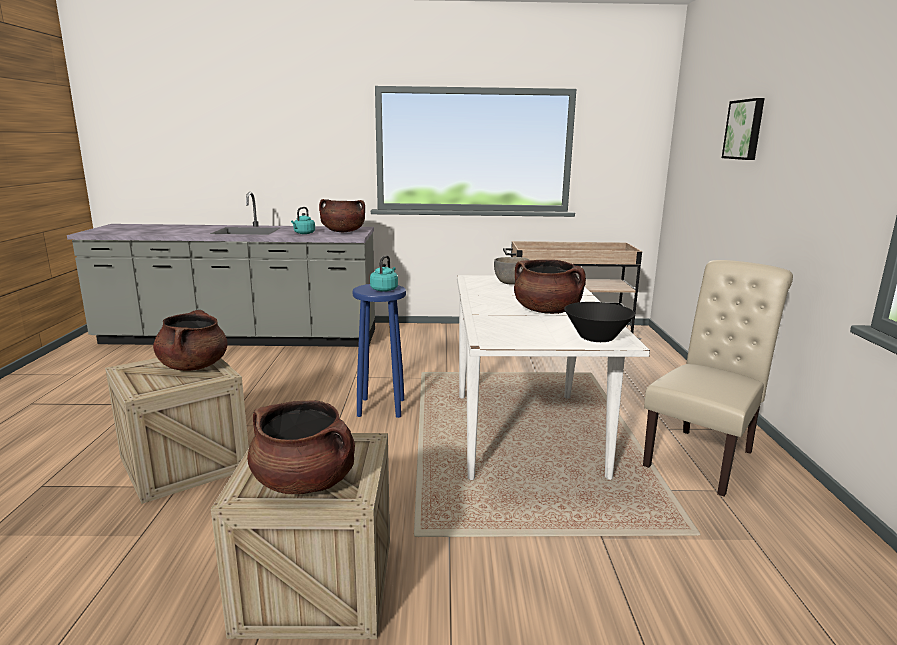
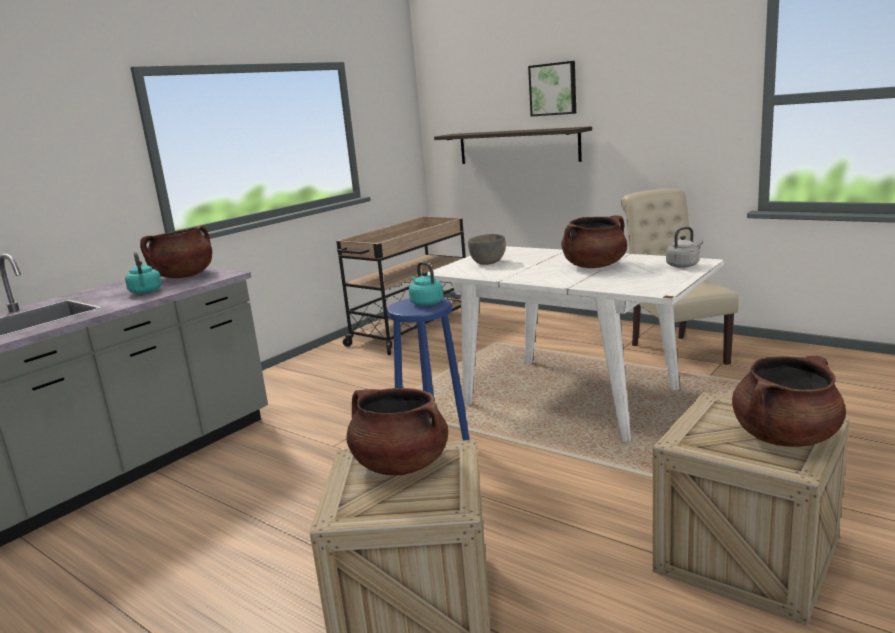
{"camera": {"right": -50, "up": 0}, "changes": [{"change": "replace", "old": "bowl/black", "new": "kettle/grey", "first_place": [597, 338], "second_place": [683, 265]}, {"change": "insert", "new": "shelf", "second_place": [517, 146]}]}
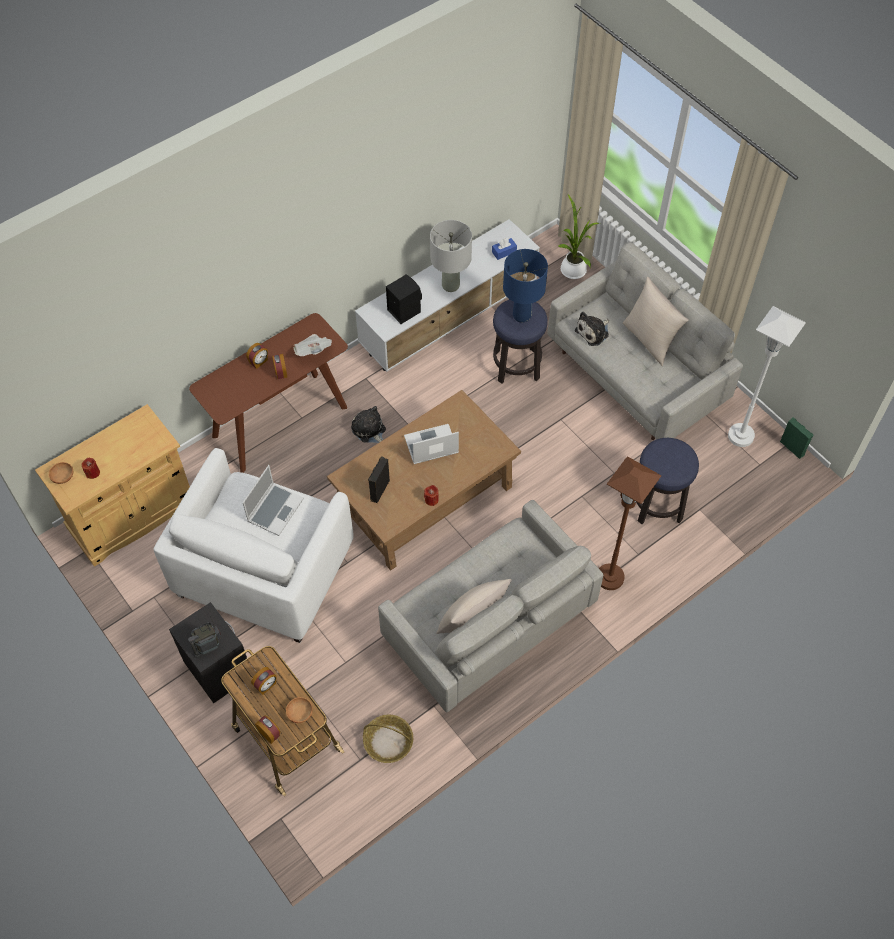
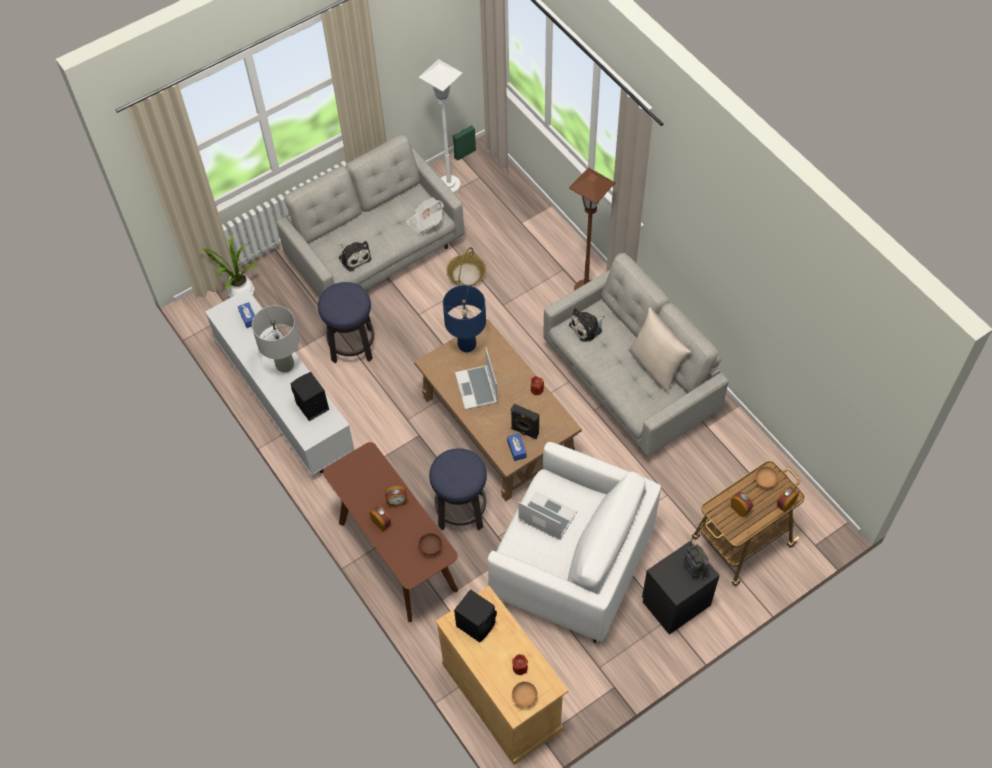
{"camera": {"right": -85, "up": 0}, "changes": [{"change": "move", "old": "newspaper", "first_place": [313, 351], "second_place": [425, 222]}, {"change": "move", "old": "plush toy", "first_place": [369, 430], "second_place": [587, 327]}, {"change": "move", "old": "basket", "first_place": [388, 742], "second_place": [466, 275]}, {"change": "move", "old": "table lamp/blue", "first_place": [521, 315], "second_place": [467, 345]}, {"change": "delete", "old": "pillow/beige", "first_place": [650, 340]}, {"change": "move", "old": "stool", "first_place": [657, 504], "second_place": [461, 510]}, {"change": "insert", "new": "bowl/brown", "second_place": [431, 547]}, {"change": "insert", "new": "speaker/black", "second_place": [477, 623]}, {"change": "insert", "new": "tissue box/blue", "second_place": [516, 449]}]}
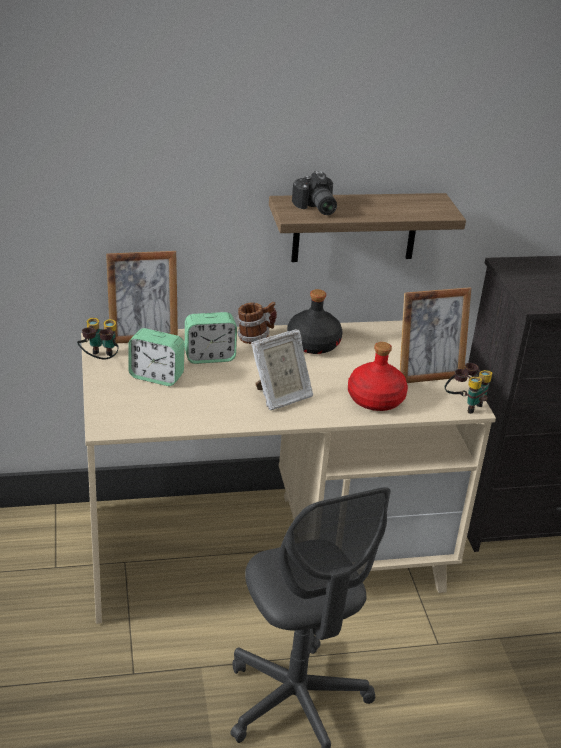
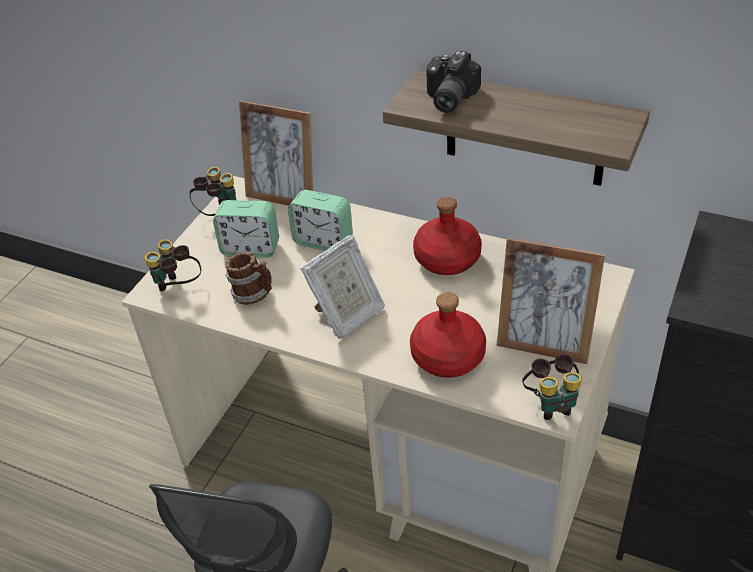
{"camera": {"right": 40, "up": 10}, "changes": [{"change": "rotate", "old": "alarm clock", "first_place": [156, 376], "second_place": [251, 248], "degrees": -45}, {"change": "move", "old": "mug", "first_place": [255, 338], "second_place": [254, 295]}, {"change": "rotate", "old": "picture frame", "first_place": [280, 396], "second_place": [347, 315], "degrees": -45}, {"change": "recolor", "old": "bottle/black", "new": "bottle/red", "first_place": [312, 344], "second_place": [446, 258]}, {"change": "insert", "new": "binoculars", "second_place": [178, 288]}]}
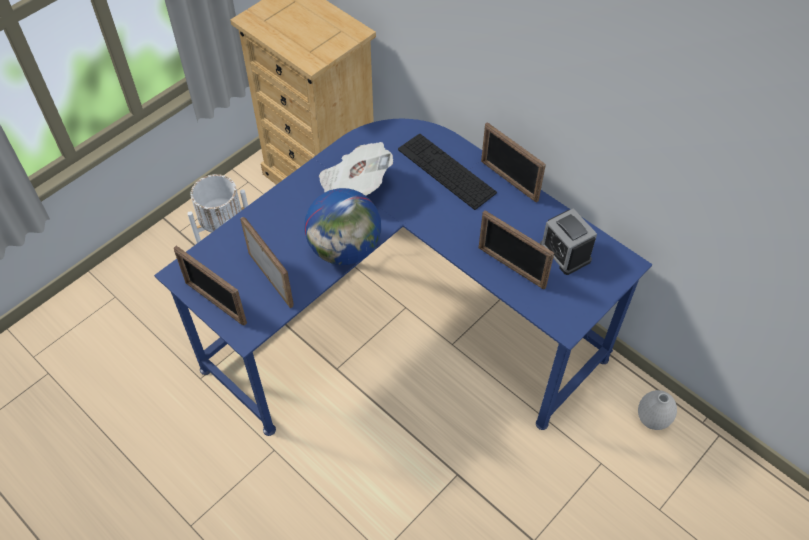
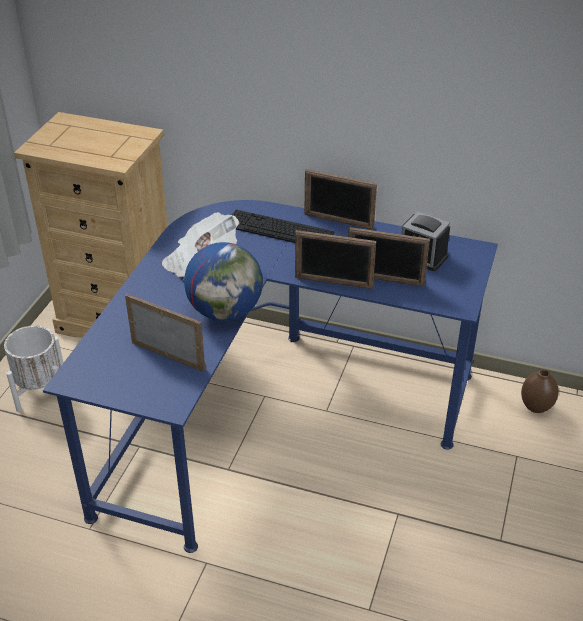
{"camera": {"right": -25, "up": -15}, "changes": [{"change": "move", "old": "picture frame", "first_place": [215, 303], "second_place": [333, 282]}, {"change": "recolor", "old": "vase/white", "new": "vase/brown", "first_place": [652, 420], "second_place": [536, 407]}]}
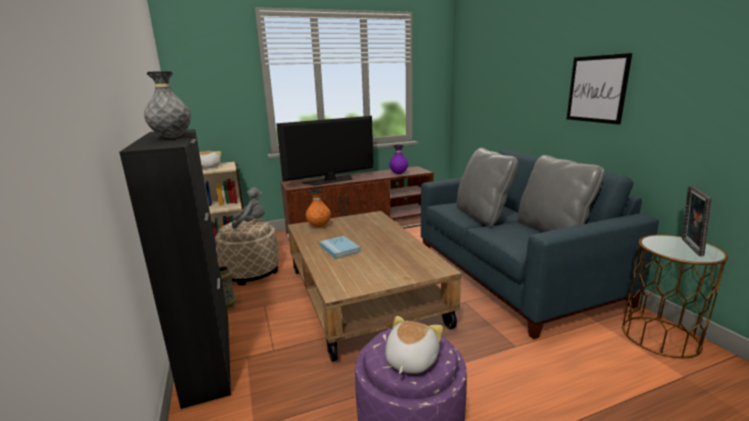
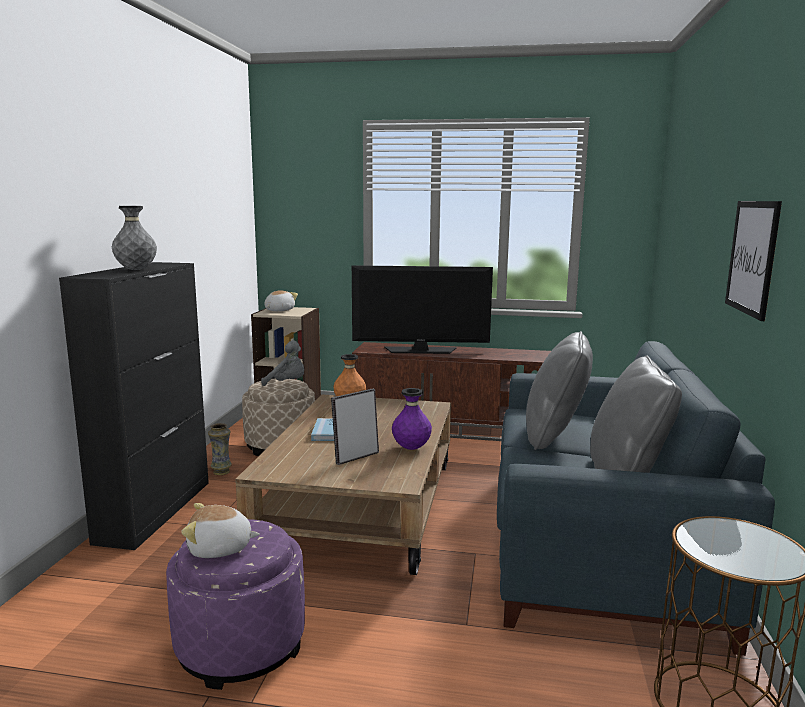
{"camera": {"right": 30, "up": -5}, "changes": [{"change": "rotate", "old": "plush toy", "first_place": [410, 360], "second_place": [220, 549], "degrees": -150}, {"change": "move", "old": "vase/purple", "first_place": [398, 174], "second_place": [411, 448]}, {"change": "move", "old": "picture frame", "first_place": [689, 247], "second_place": [355, 457]}]}
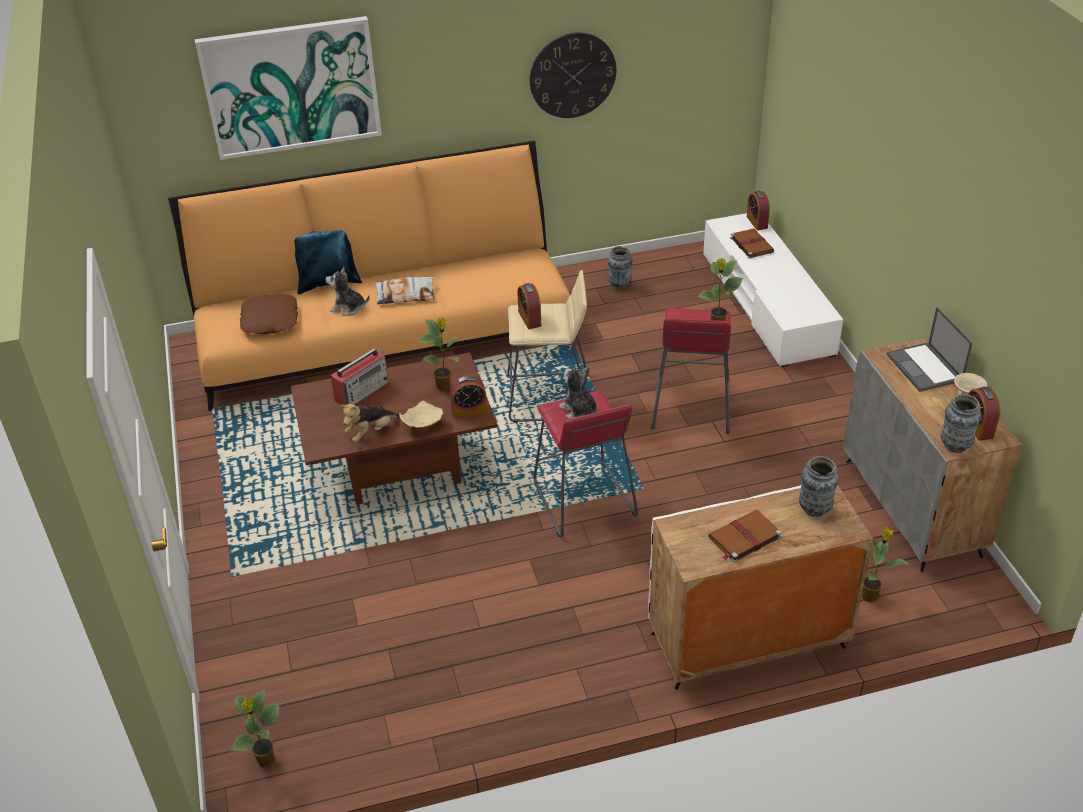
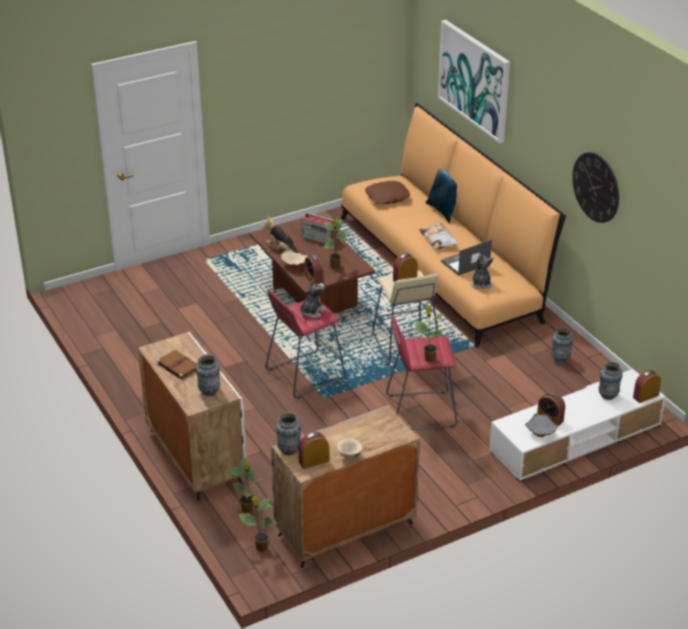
{"camera": {"right": 75, "up": -5}, "changes": [{"change": "move", "old": "potted plant", "first_place": [266, 761], "second_place": [260, 548]}, {"change": "move", "old": "plush toy", "first_place": [348, 308], "second_place": [481, 284]}, {"change": "replace", "old": "book/brown", "new": "vase", "first_place": [751, 244], "second_place": [608, 396]}, {"change": "move", "old": "laptop", "first_place": [925, 368], "second_place": [465, 263]}, {"change": "insert", "new": "bowl/grey", "second_place": [541, 433]}, {"change": "insert", "new": "alarm clock", "second_place": [550, 418]}]}
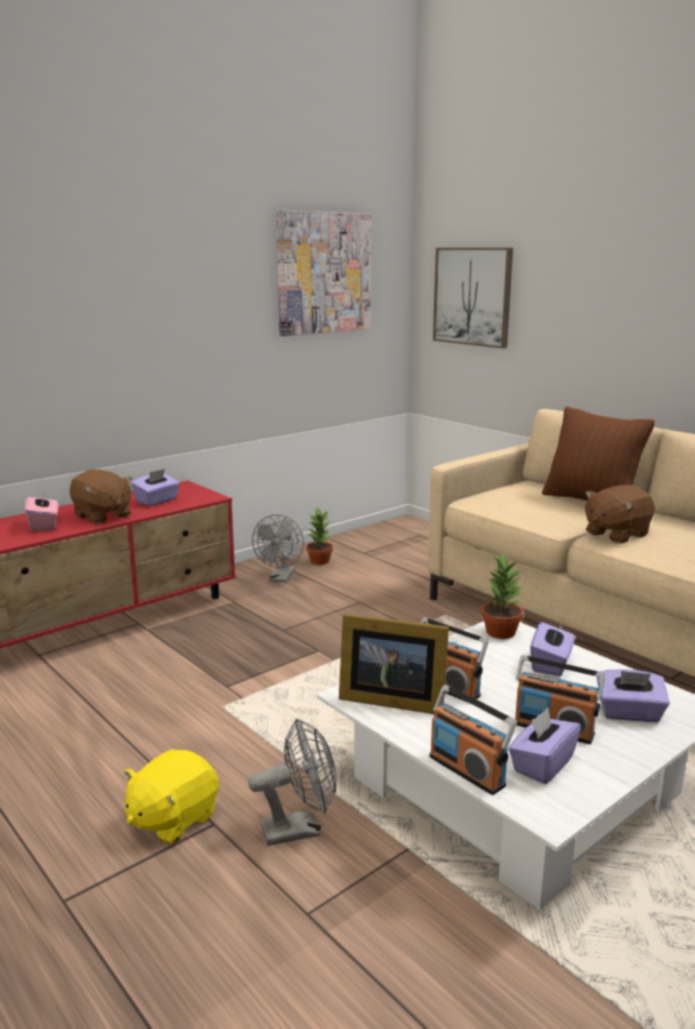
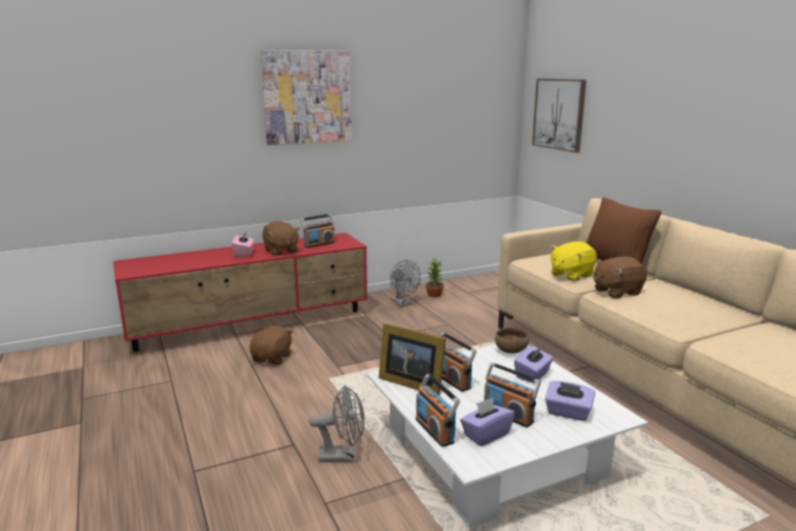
{"camera": {"right": 15, "up": 0}, "changes": [{"change": "move", "old": "plush toy/yellow", "first_place": [172, 819], "second_place": [571, 275]}, {"change": "replace", "old": "tissue box/purple", "new": "radio", "first_place": [157, 501], "second_place": [319, 244]}, {"change": "rotate", "old": "fan/grey", "first_place": [281, 578], "second_place": [403, 303], "degrees": -60}, {"change": "move", "old": "picture", "first_place": [324, 273], "second_place": [307, 97]}, {"change": "replace", "old": "potted plant", "new": "bowl/brown", "first_place": [500, 632], "second_place": [510, 350]}, {"change": "insert", "new": "plush toy/brown", "second_place": [272, 358]}]}
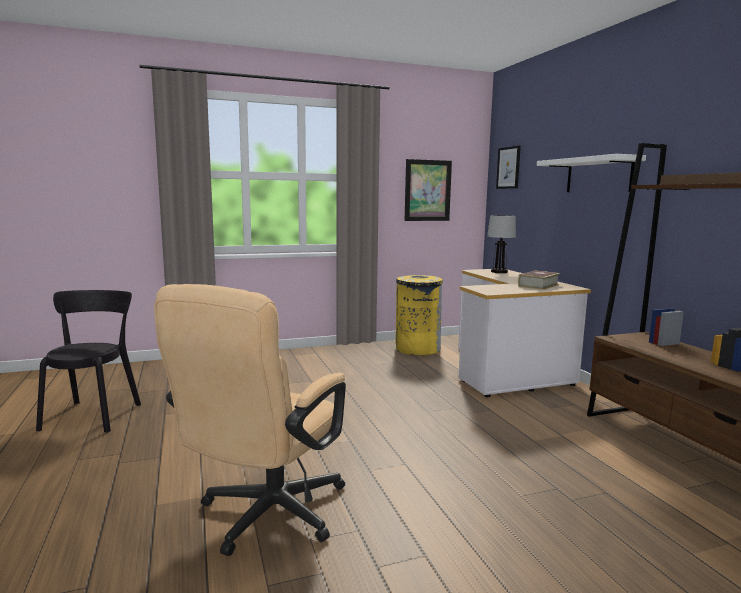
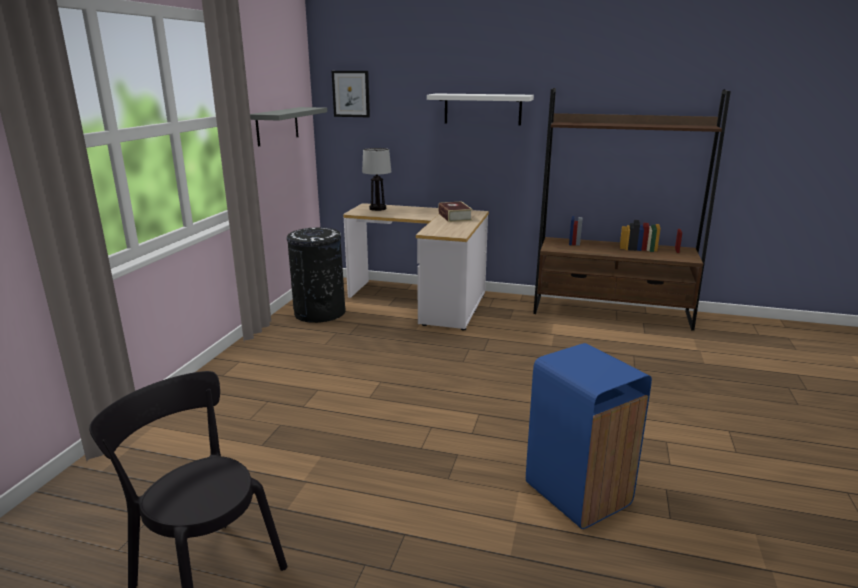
{"camera": {"right": -55, "up": 10}, "changes": [{"change": "replace", "old": "office chair/beige", "new": "trash can/blue", "first_place": [265, 517], "second_place": [577, 495]}, {"change": "recolor", "old": "trash can/yellow", "new": "trash can/black", "first_place": [417, 349], "second_place": [319, 313]}, {"change": "replace", "old": "picture", "new": "shelf/grey", "first_place": [427, 190], "second_place": [277, 126]}]}
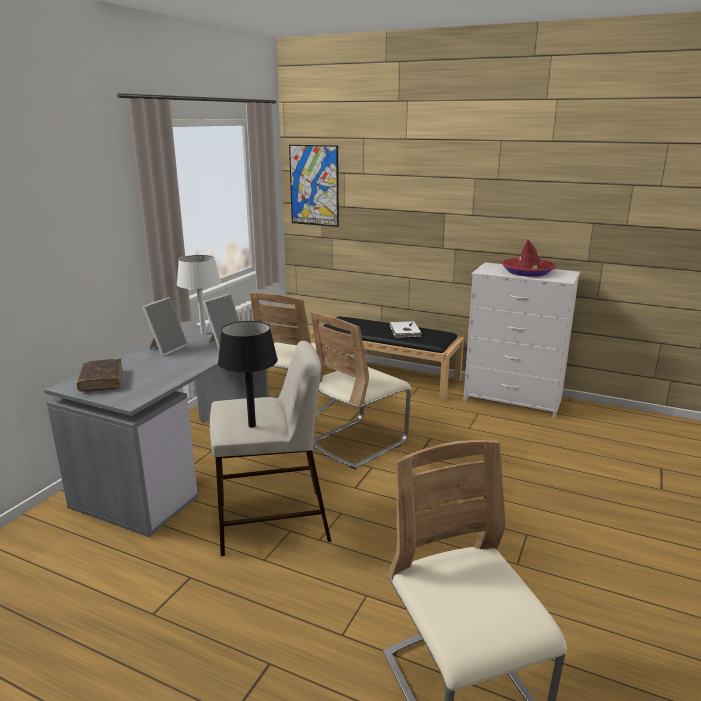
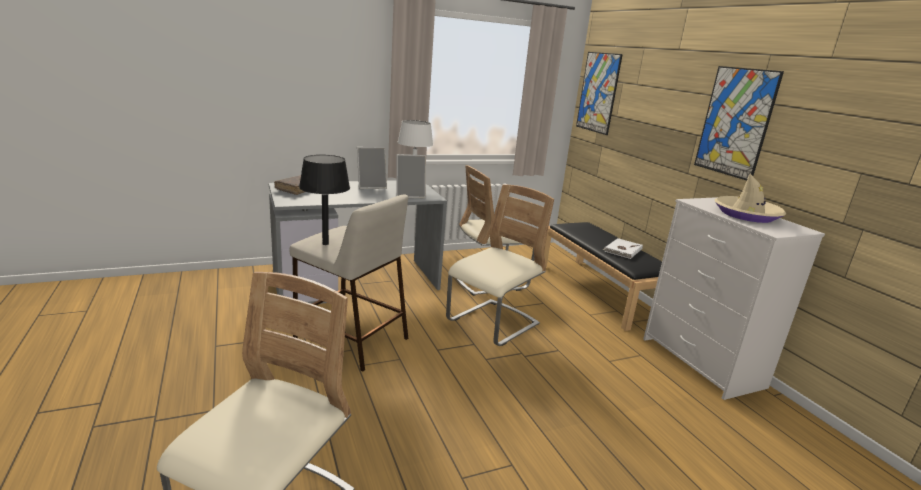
{"camera": {"right": 40, "up": 0}, "changes": [{"change": "rotate", "old": "chair/beige", "first_place": [358, 443], "second_place": [493, 324], "degrees": 135}, {"change": "recolor", "old": "hat/red", "new": "hat/beige", "first_place": [527, 272], "second_place": [746, 215]}, {"change": "insert", "new": "picture", "second_place": [735, 122]}]}
